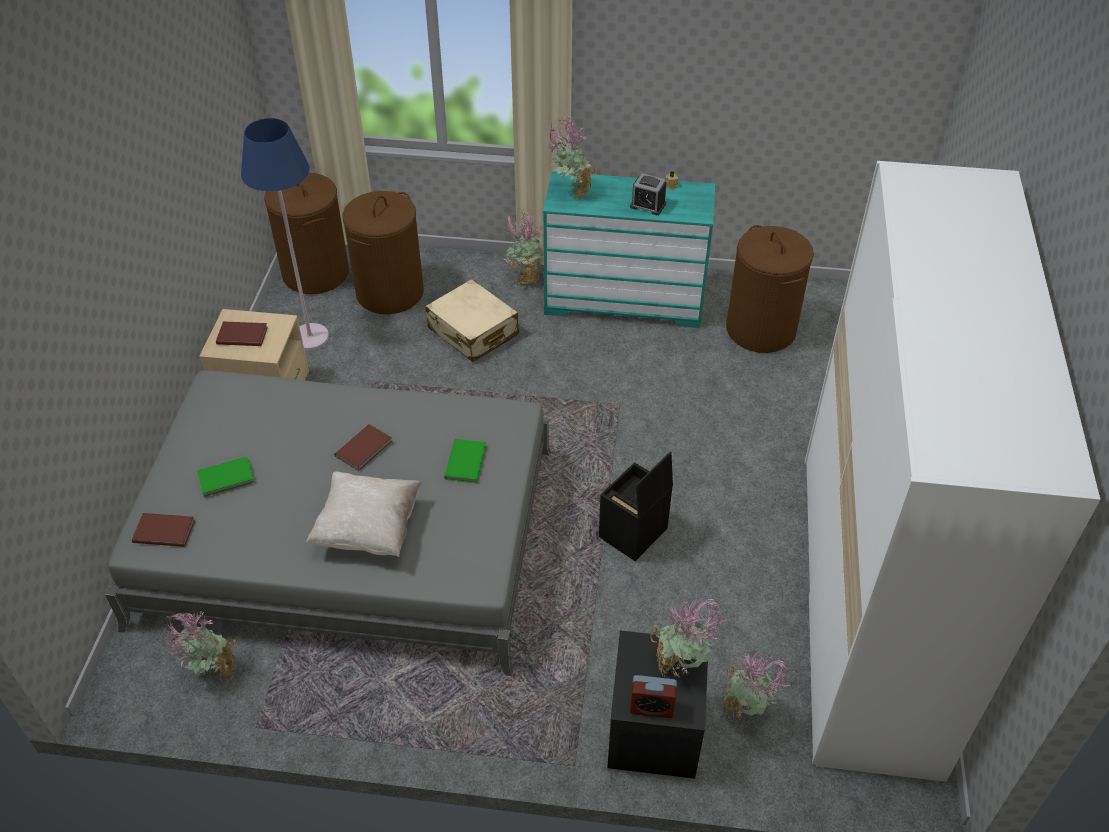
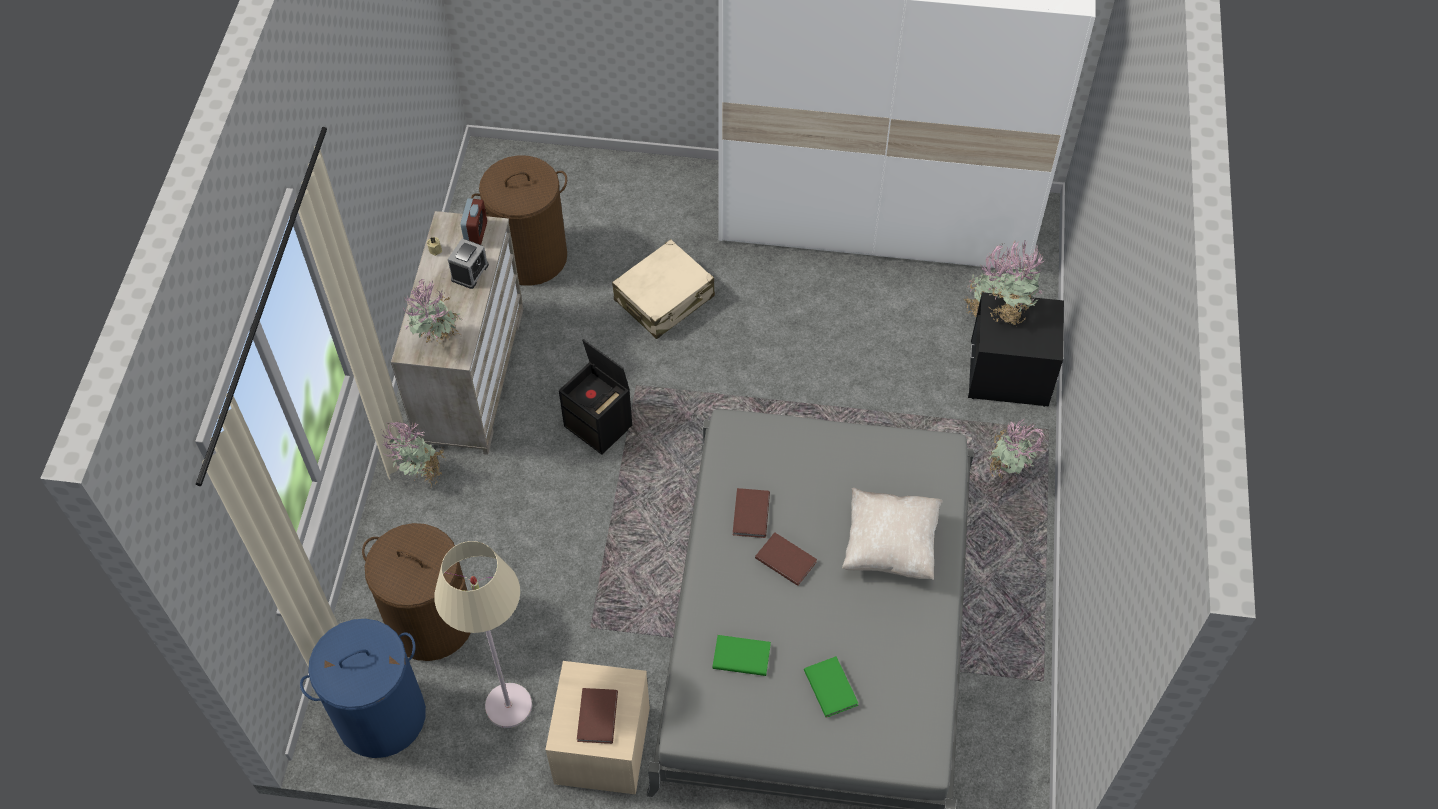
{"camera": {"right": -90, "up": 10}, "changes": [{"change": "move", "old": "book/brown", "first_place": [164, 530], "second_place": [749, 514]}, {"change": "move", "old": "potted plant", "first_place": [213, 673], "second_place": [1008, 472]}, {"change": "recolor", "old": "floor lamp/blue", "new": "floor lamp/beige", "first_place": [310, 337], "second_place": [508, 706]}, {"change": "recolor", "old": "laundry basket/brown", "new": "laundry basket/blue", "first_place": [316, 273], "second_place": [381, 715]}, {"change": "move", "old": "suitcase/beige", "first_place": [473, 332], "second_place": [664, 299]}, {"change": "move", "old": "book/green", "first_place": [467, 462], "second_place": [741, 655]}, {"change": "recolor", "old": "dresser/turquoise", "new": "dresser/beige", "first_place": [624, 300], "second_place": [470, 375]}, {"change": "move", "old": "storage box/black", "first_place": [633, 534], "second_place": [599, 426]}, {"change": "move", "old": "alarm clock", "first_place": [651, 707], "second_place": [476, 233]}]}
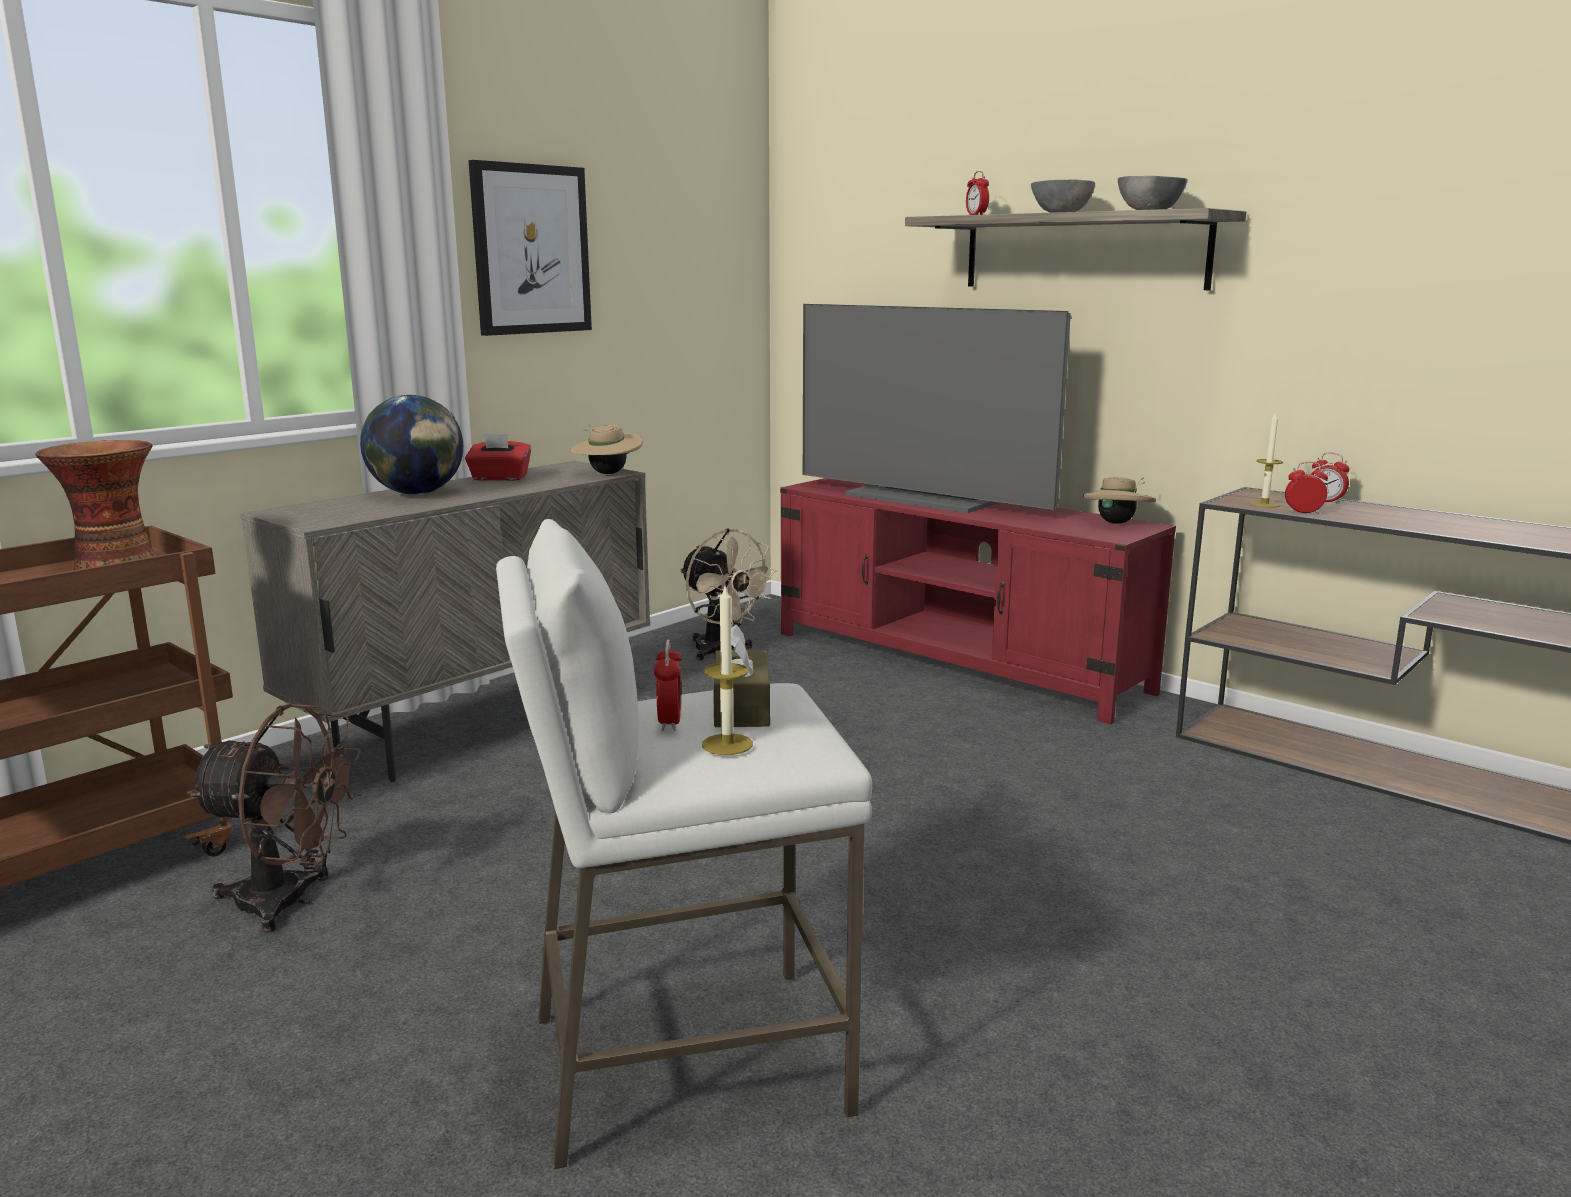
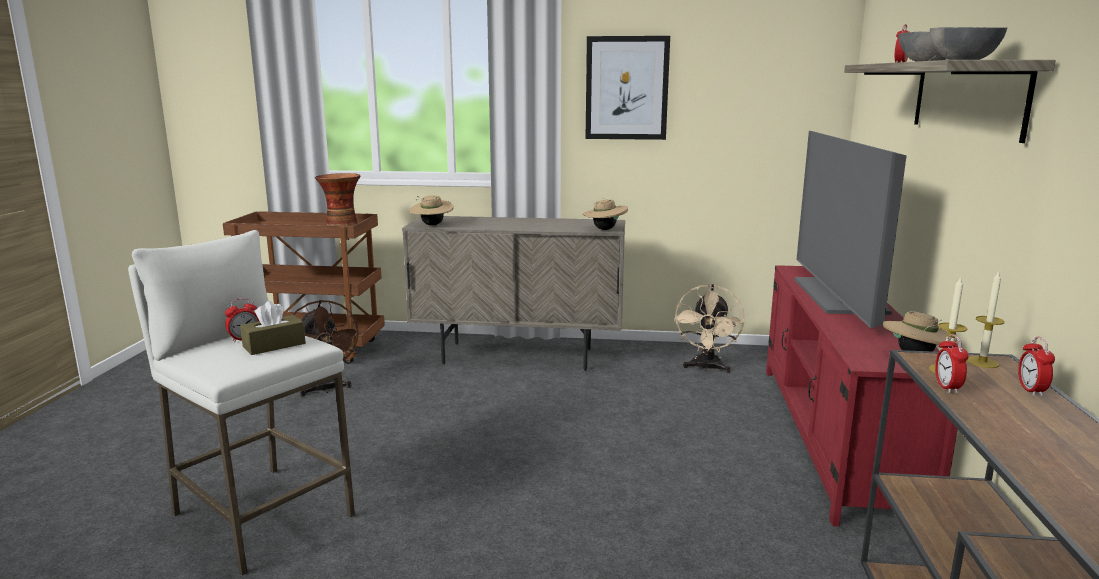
{"camera": {"right": 55, "up": 0}, "changes": [{"change": "delete", "old": "globe", "first_place": [417, 494]}, {"change": "delete", "old": "tissue box/red", "first_place": [499, 478]}, {"change": "move", "old": "candle", "first_place": [727, 744], "second_place": [982, 362]}, {"change": "rotate", "old": "alarm clock", "first_place": [1303, 512], "second_place": [947, 388], "degrees": -150}, {"change": "insert", "new": "hat/beige", "second_place": [431, 225]}]}
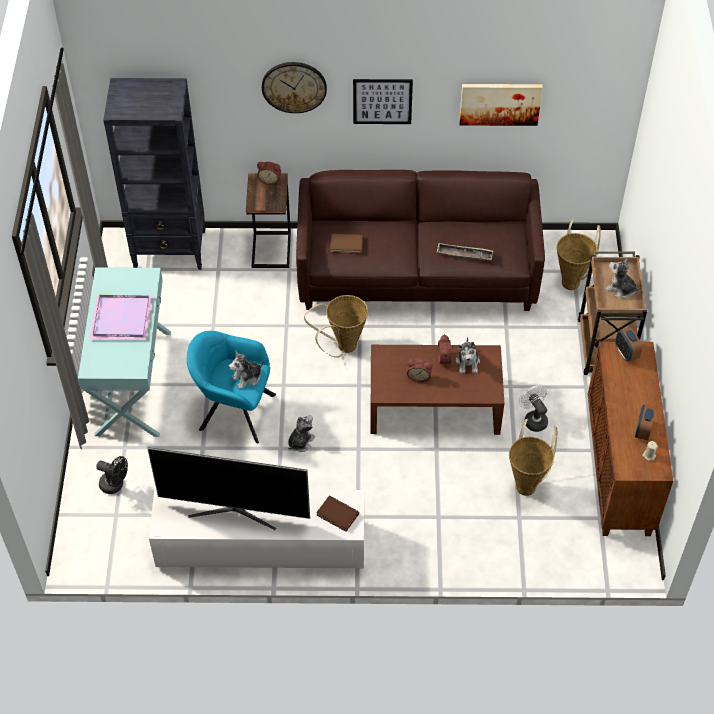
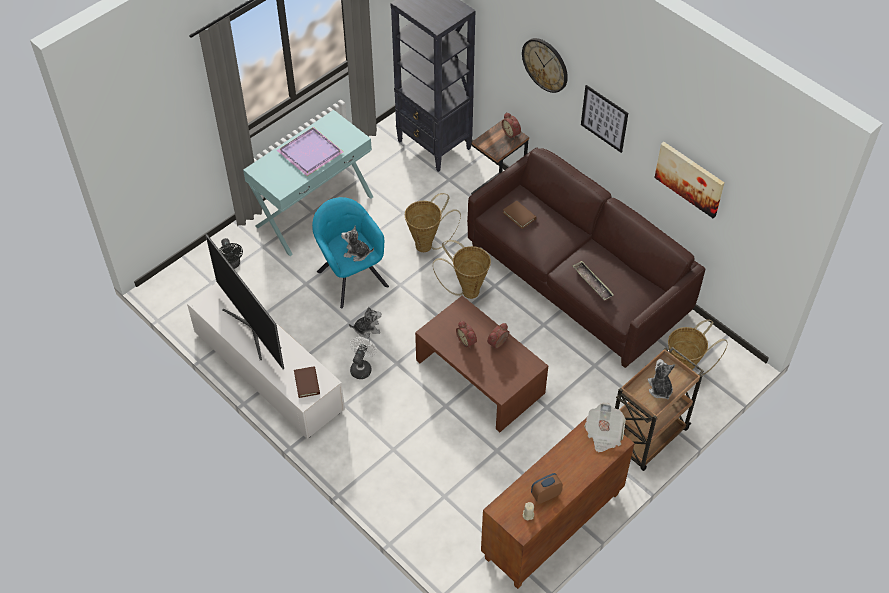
{"camera": {"right": 45, "up": 0}, "changes": [{"change": "delete", "old": "plush toy", "first_place": [468, 362]}, {"change": "move", "old": "basket", "first_place": [527, 483], "second_place": [427, 245]}, {"change": "move", "old": "fan/white", "first_place": [533, 419], "second_place": [362, 367]}, {"change": "replace", "old": "alarm clock", "new": "newspaper", "first_place": [626, 353], "second_place": [603, 434]}]}
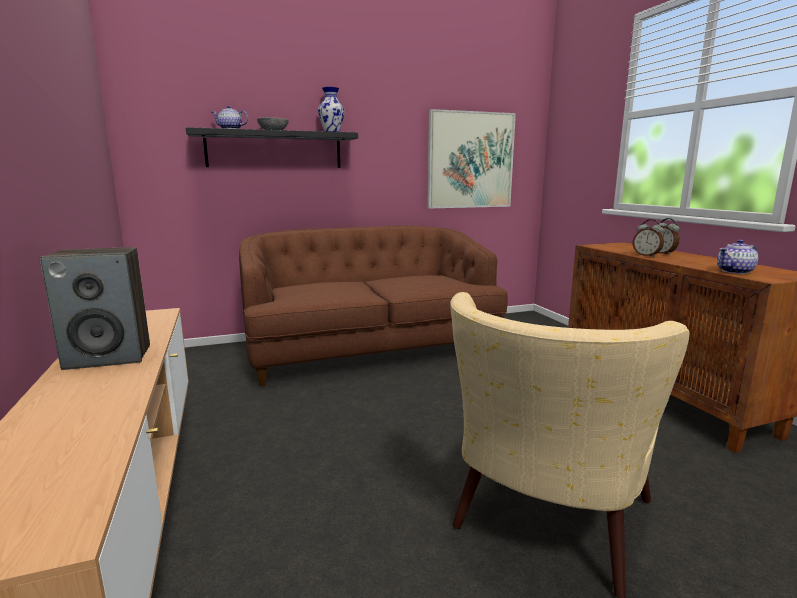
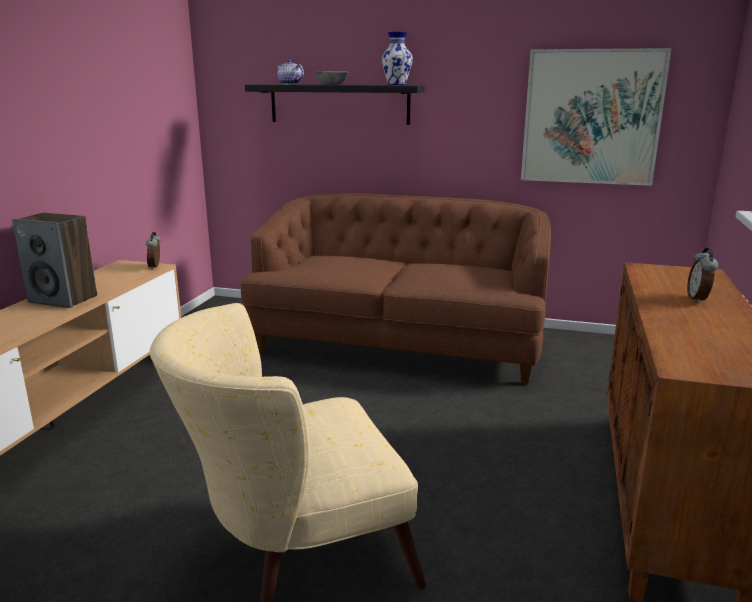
{"camera": {"right": 35, "up": 5}, "changes": [{"change": "move", "old": "alarm clock", "first_place": [646, 255], "second_place": [156, 267]}, {"change": "delete", "old": "teapot", "first_place": [735, 271]}]}
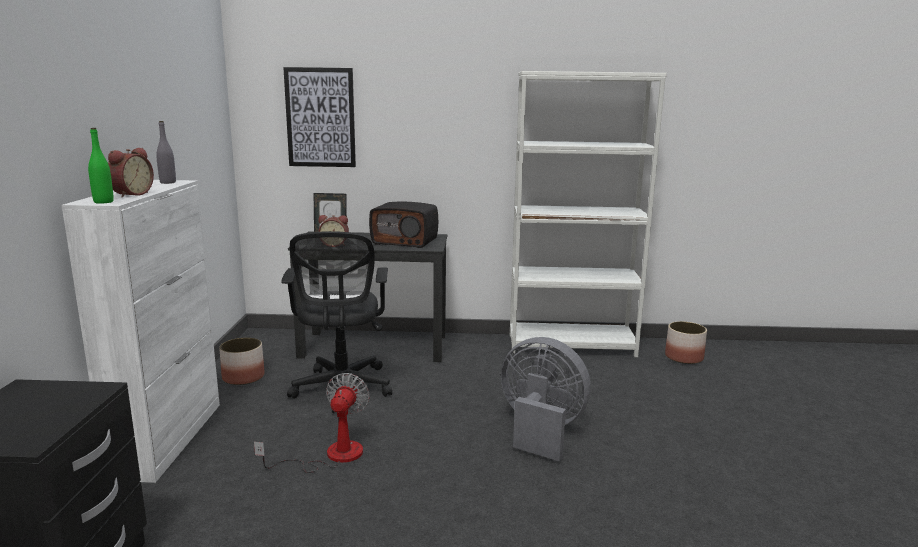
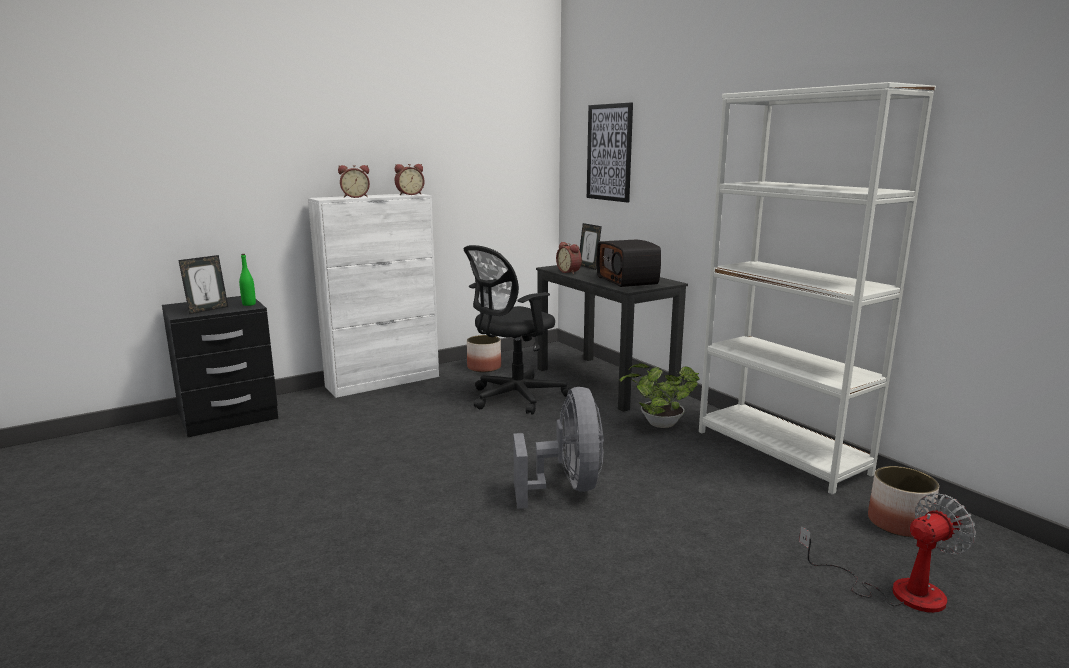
{"camera": {"right": 55, "up": 0}, "changes": [{"change": "move", "old": "bottle/green", "first_place": [103, 202], "second_place": [249, 304]}, {"change": "replace", "old": "bottle/grey", "new": "alarm clock", "first_place": [168, 182], "second_place": [409, 194]}, {"change": "move", "old": "fan", "first_place": [331, 456], "second_place": [897, 591]}, {"change": "insert", "new": "picture frame", "second_place": [207, 310]}, {"change": "insert", "new": "potted plant", "second_place": [658, 424]}]}
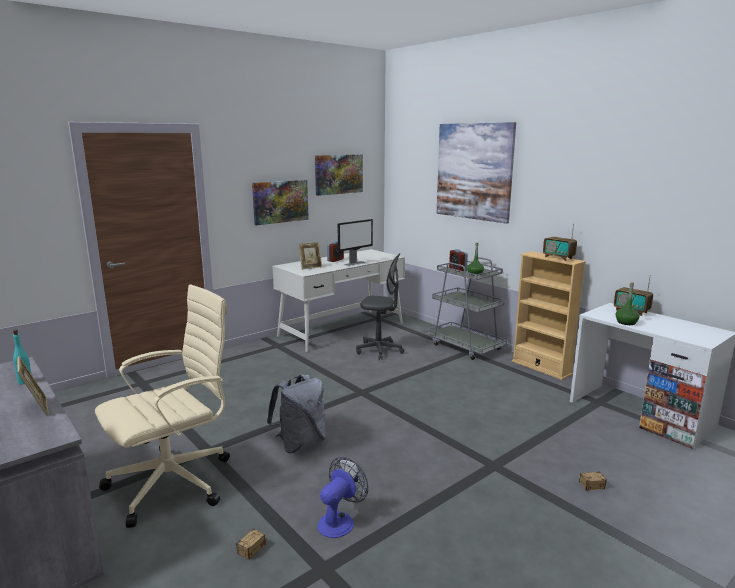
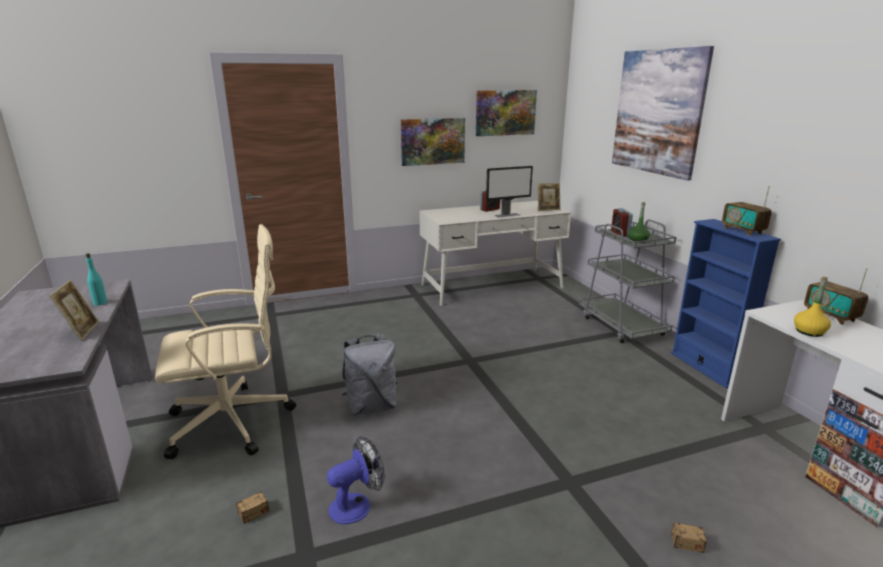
{"camera": {"right": 20, "up": 5}, "changes": [{"change": "move", "old": "picture frame", "first_place": [310, 267], "second_place": [548, 209]}, {"change": "delete", "old": "office chair/grey", "first_place": [379, 350]}, {"change": "recolor", "old": "bookcase/beige", "new": "bookcase/blue", "first_place": [541, 367], "second_place": [706, 367]}, {"change": "recolor", "old": "bottle/green", "new": "bottle/yellow", "first_place": [626, 322], "second_place": [809, 331]}]}
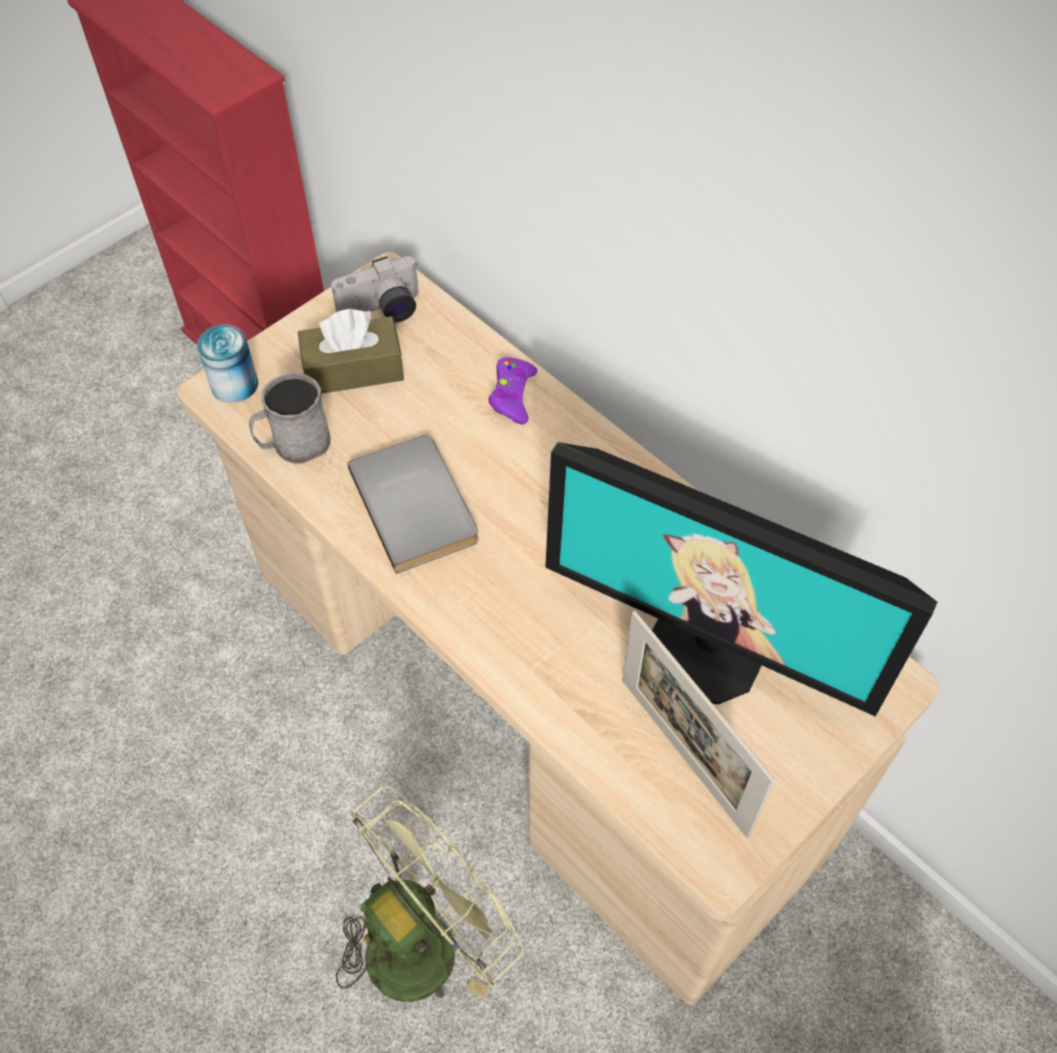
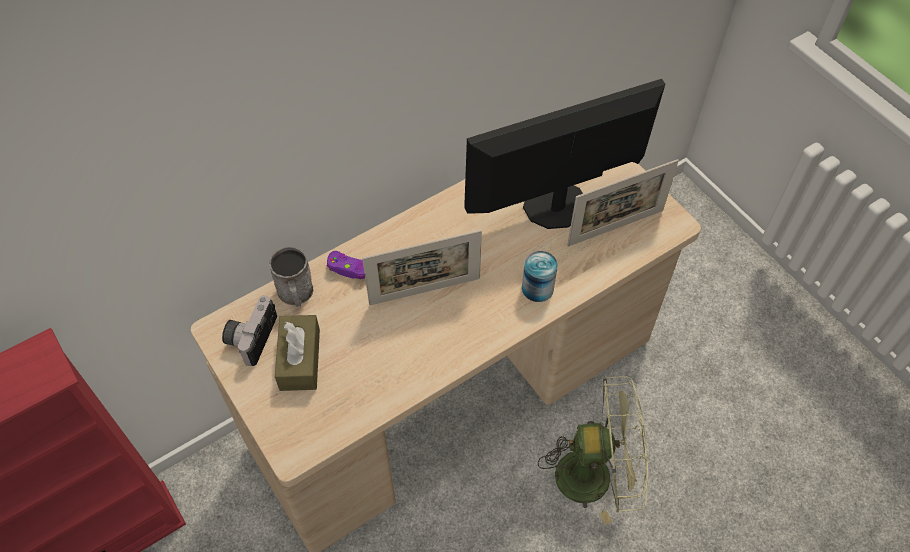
{"camera": {"right": -80, "up": 0}, "changes": [{"change": "move", "old": "can", "first_place": [234, 384], "second_place": [537, 288]}, {"change": "move", "old": "mug/grey", "first_place": [294, 445], "second_place": [296, 294]}, {"change": "rotate", "old": "photo camera", "first_place": [382, 311], "second_place": [250, 336], "degrees": -150}, {"change": "rotate", "old": "fan/green", "first_place": [425, 937], "second_place": [595, 474], "degrees": 120}, {"change": "delete", "old": "book/grey", "first_place": [418, 504]}, {"change": "rotate", "old": "monitor", "first_place": [705, 652], "second_place": [555, 206], "degrees": -150}, {"change": "insert", "new": "picture frame", "second_place": [424, 291]}]}
